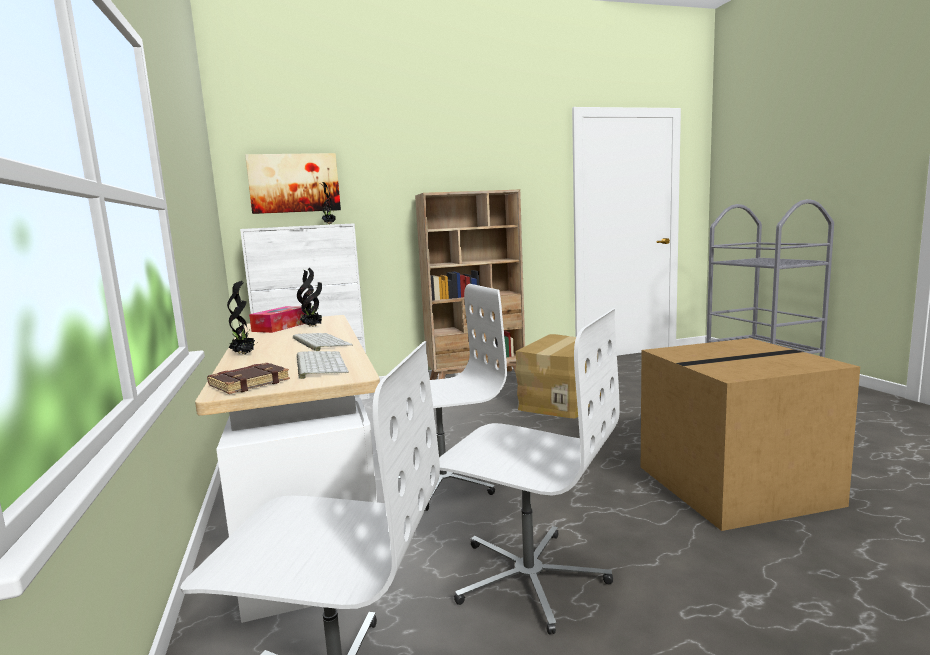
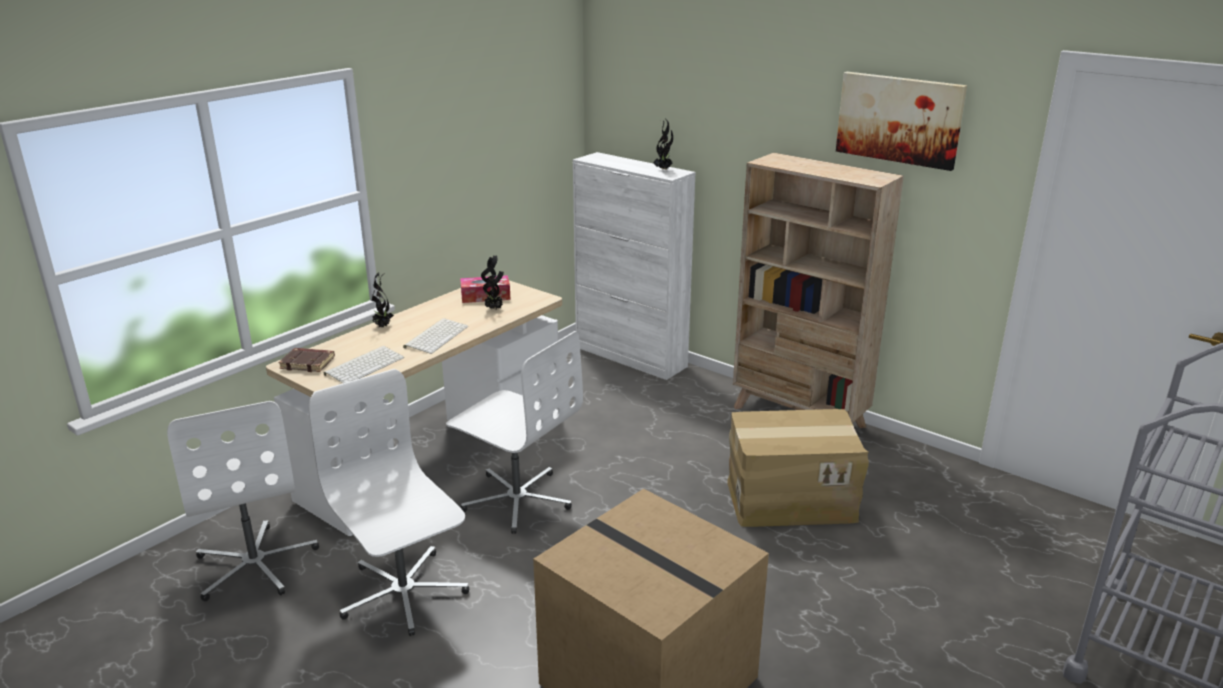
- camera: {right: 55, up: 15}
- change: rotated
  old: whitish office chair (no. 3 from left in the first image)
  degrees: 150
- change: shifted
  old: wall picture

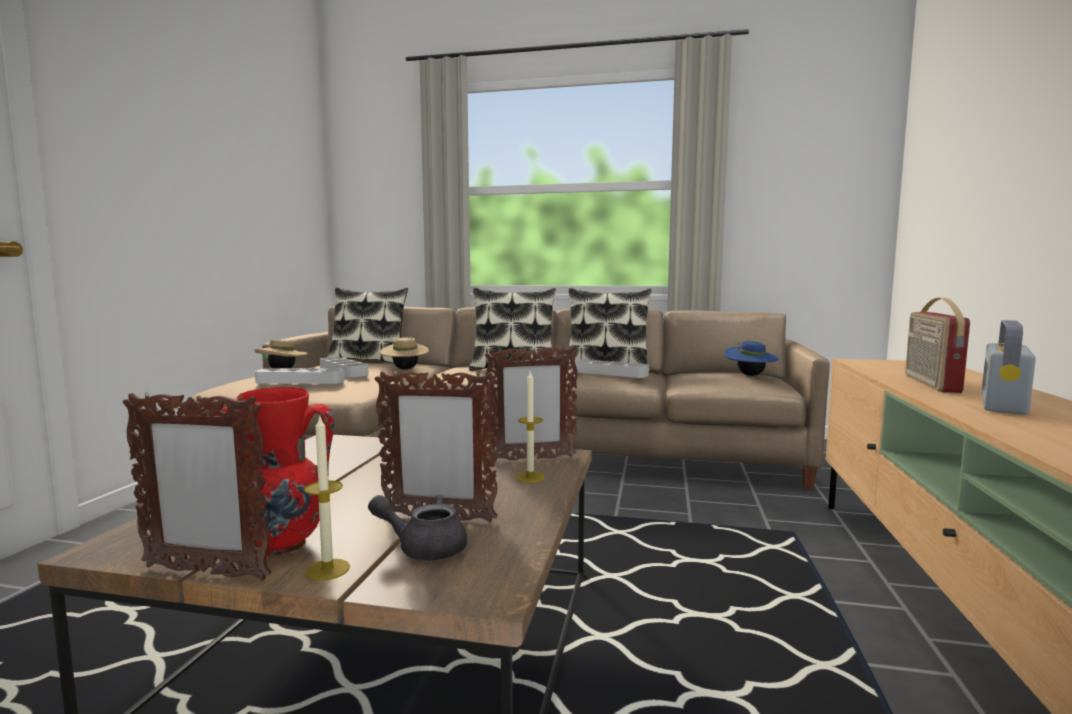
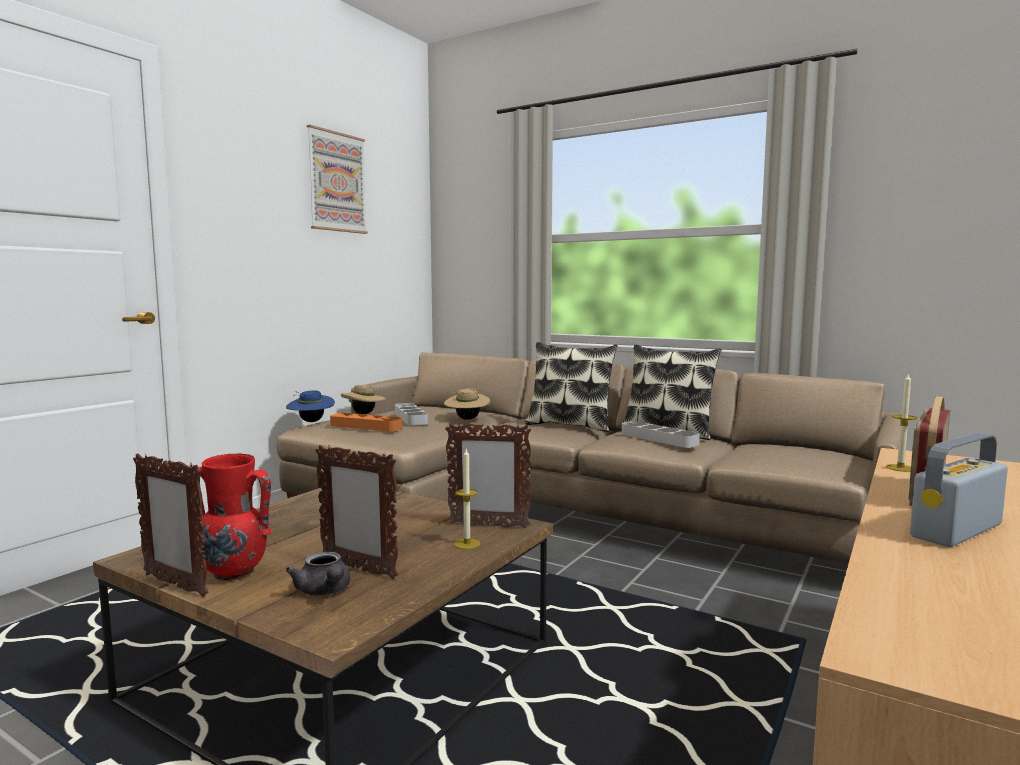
- camera: {right: 20, up: 0}
- change: shifted
  old: blue clothing hat
- change: rotated
  old: greyish pot for tea
  degrees: -150
- change: new
  new: wall picture
- change: repainted
  old: greyish serving tray (no. 1 from left)
  new: orange-coloured serving tray
- change: shifted
  old: candle (no. 1 from left in the first image)
  new: candle (no. 2 from left)
- change: gone
  old: pillow (no. 1 from left)

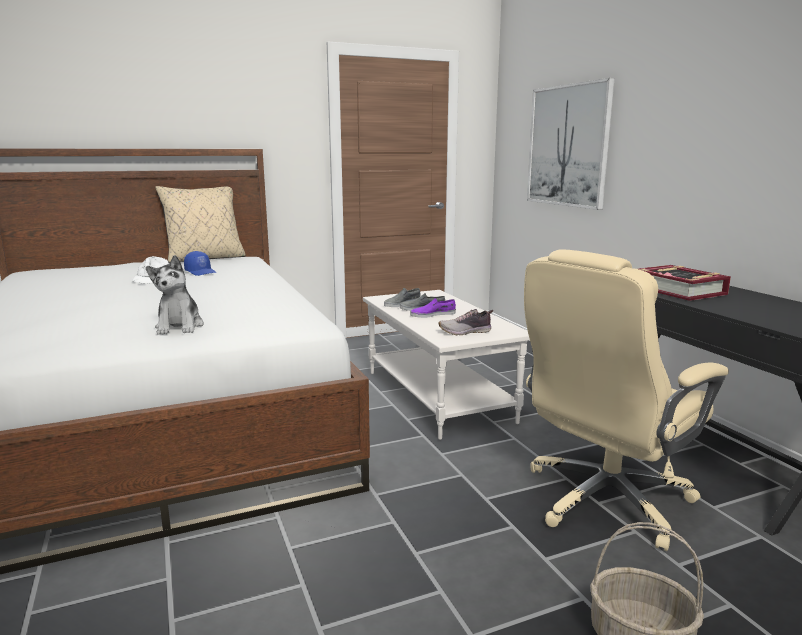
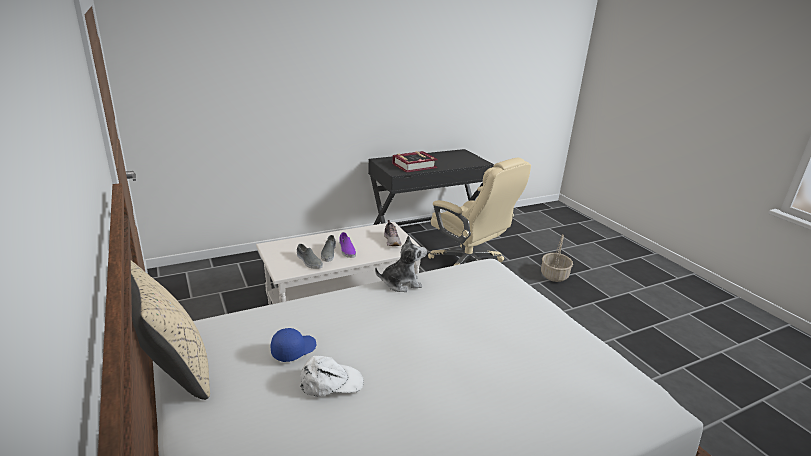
- camera: {right: -95, up: 10}
- change: shifted
  old: plush toy
- change: gone
  old: wall picture

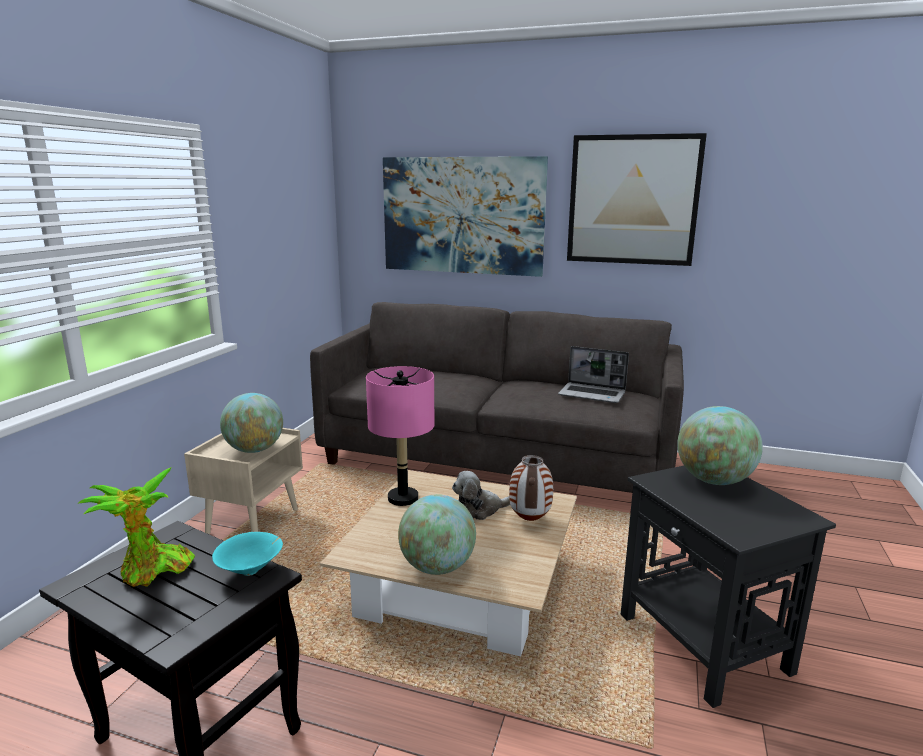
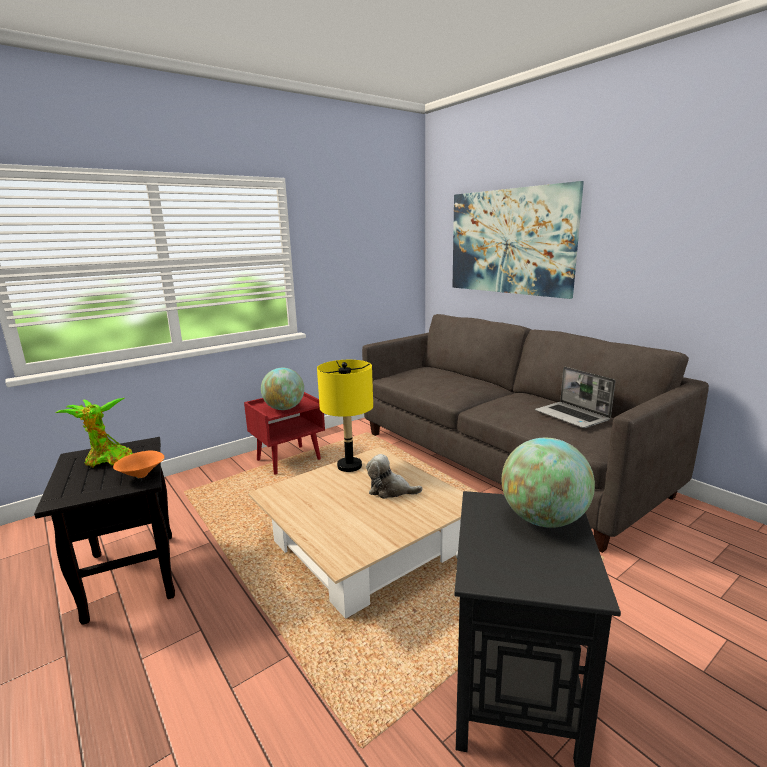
- camera: {right: 35, up: 0}
- change: repainted
  old: blue-green deep dish
  new: orange-coloured deep dish
- change: repainted
  old: sand-coloured nightstand
  new: red-coloured nightstand
- change: repainted
  old: pink-coloured tabletop lamp
  new: yellow tabletop lamp
- change: gone
  old: globe (no. 2 from left)
- change: gone
  old: decorative vase
- change: gone
  old: wall picture (no. 2 from left)

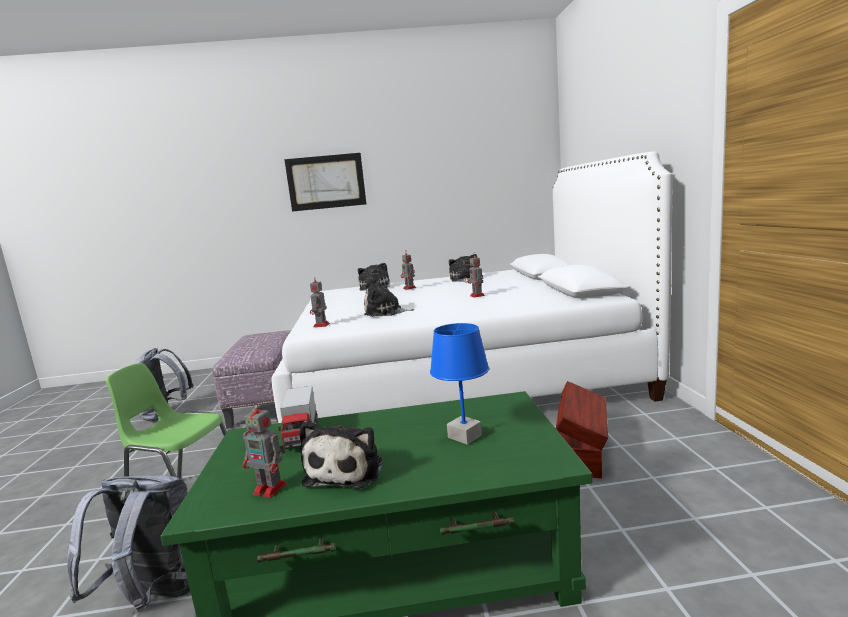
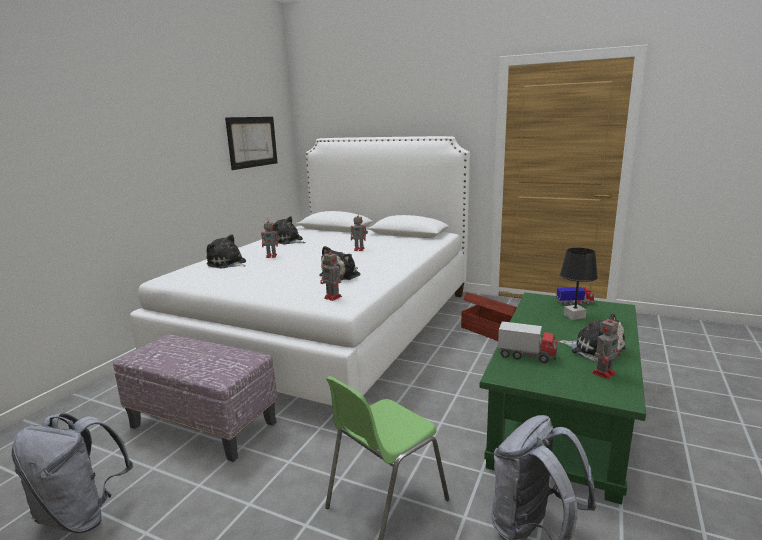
- camera: {right: -60, up: 5}
- change: shifted
  old: wall picture
- change: new
  new: model truck (no. 2 from left)
- change: repainted
  old: blue tabletop lamp
  new: black tabletop lamp

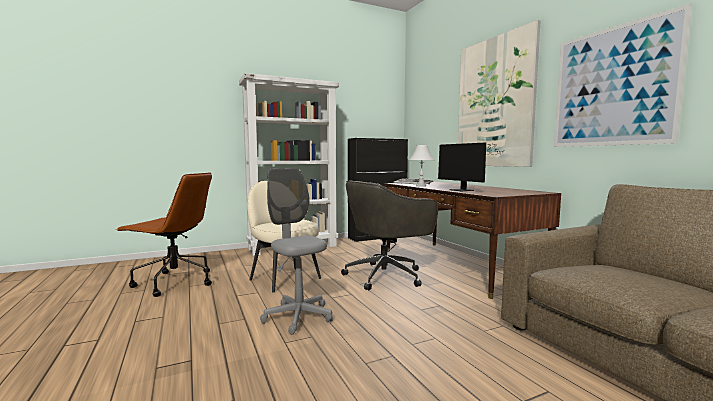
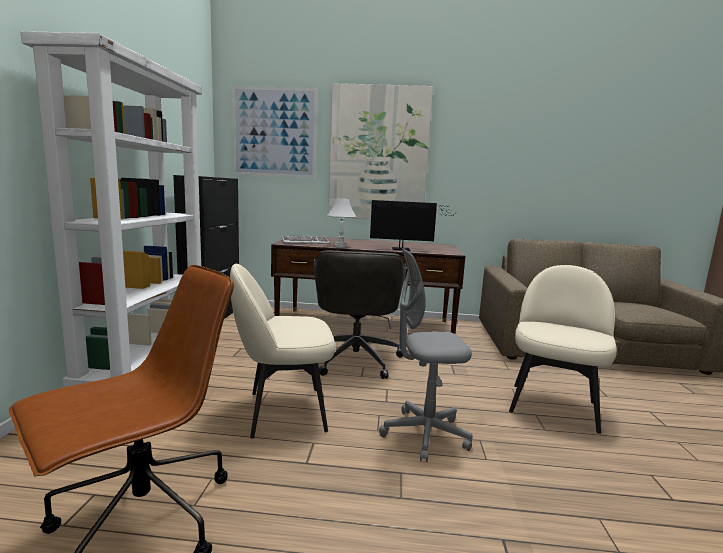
- camera: {right: -60, up: 5}
- change: shifted
  old: wall picture (no. 2 from left in the first image)
  new: wall picture (no. 1 from left)
- change: new
  new: sand-coloured upright chair (no. 2 from left)

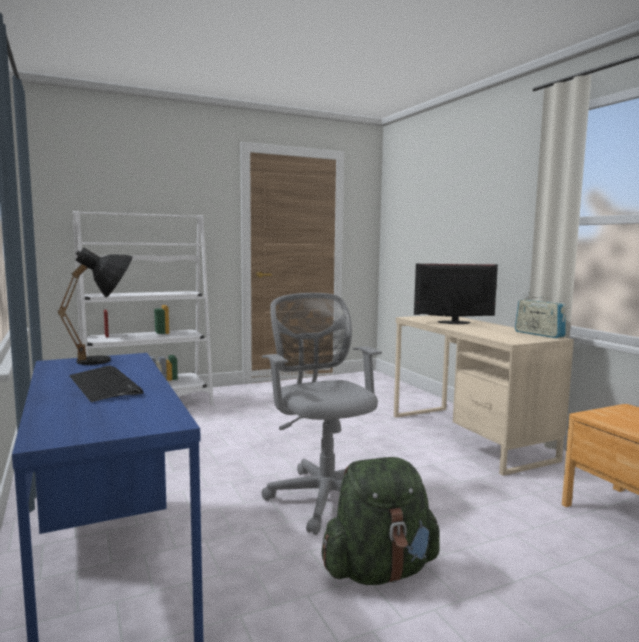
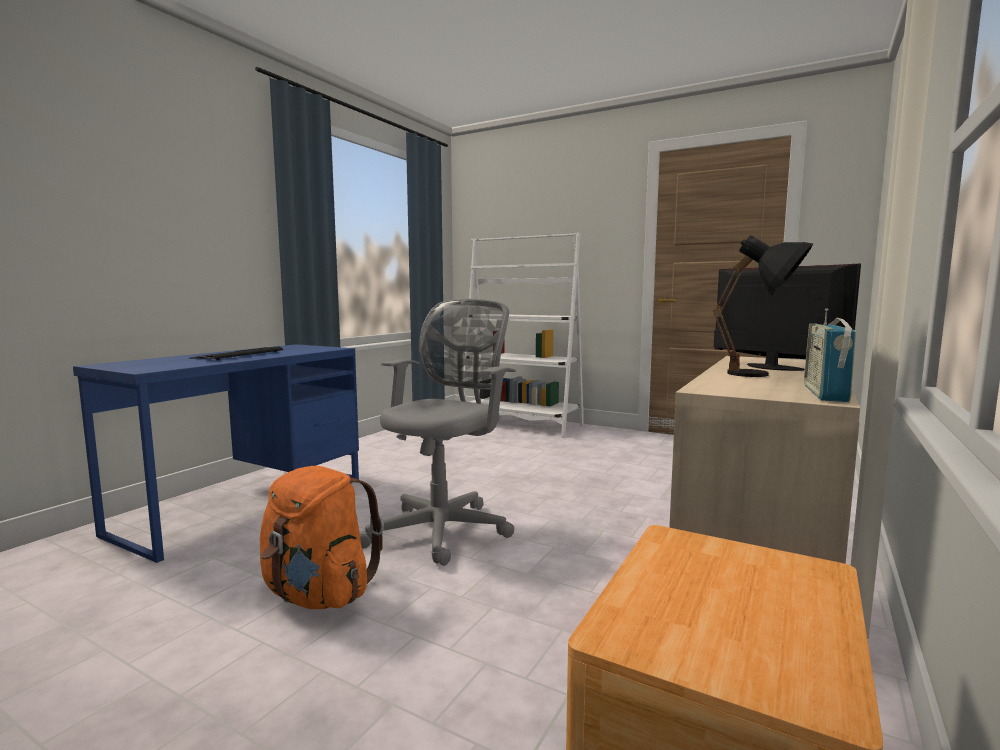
- camera: {right: 55, up: 0}
- change: repainted
  old: green rucksack
  new: orange-coloured rucksack
- change: shifted
  old: black tabletop lamp

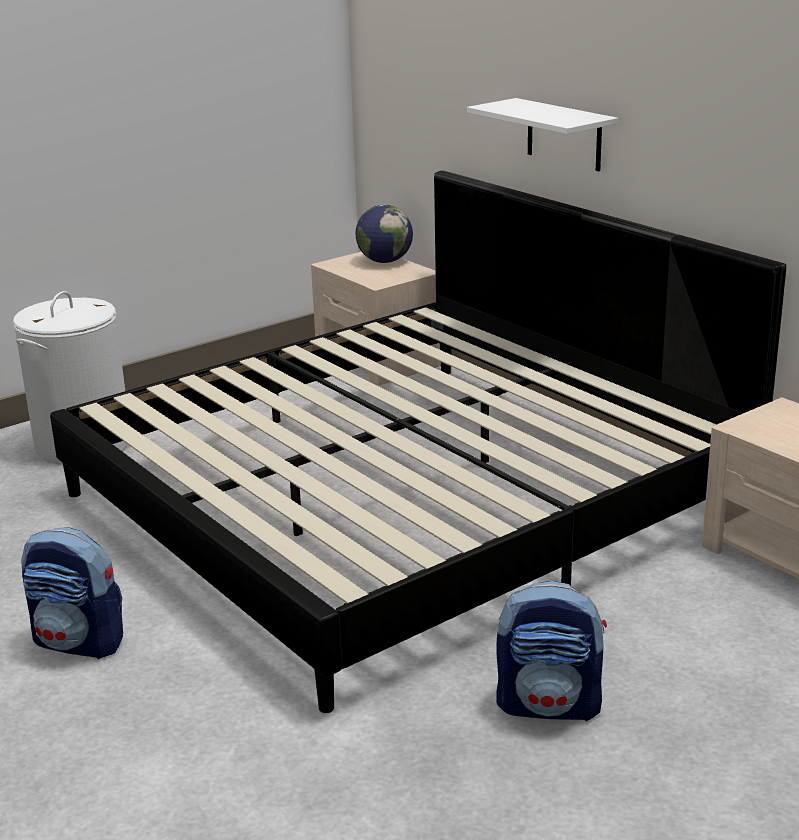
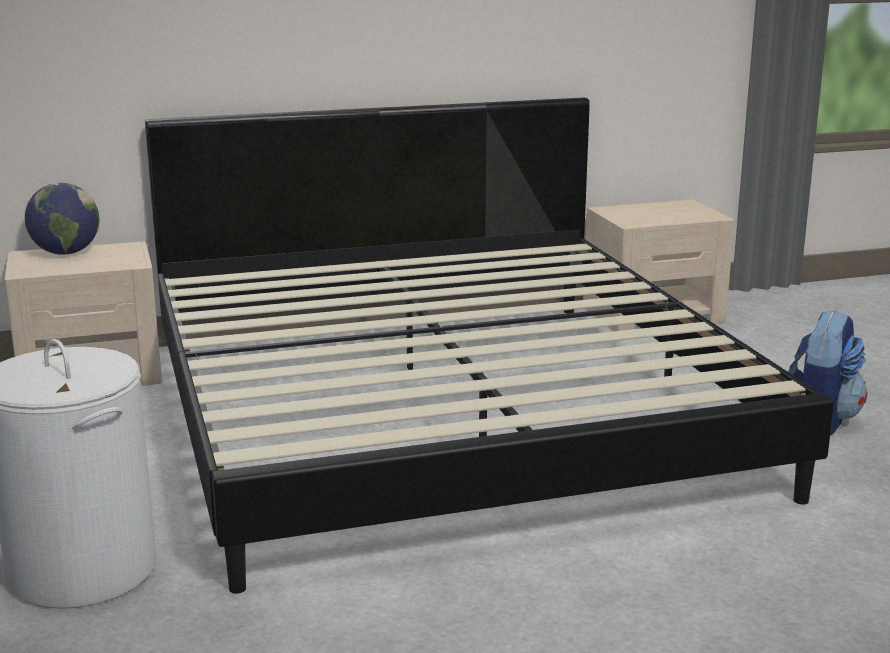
- camera: {right: -70, up: -5}
- change: gone
  old: rucksack (no. 1 from left)
- change: gone
  old: whitish wall shelf

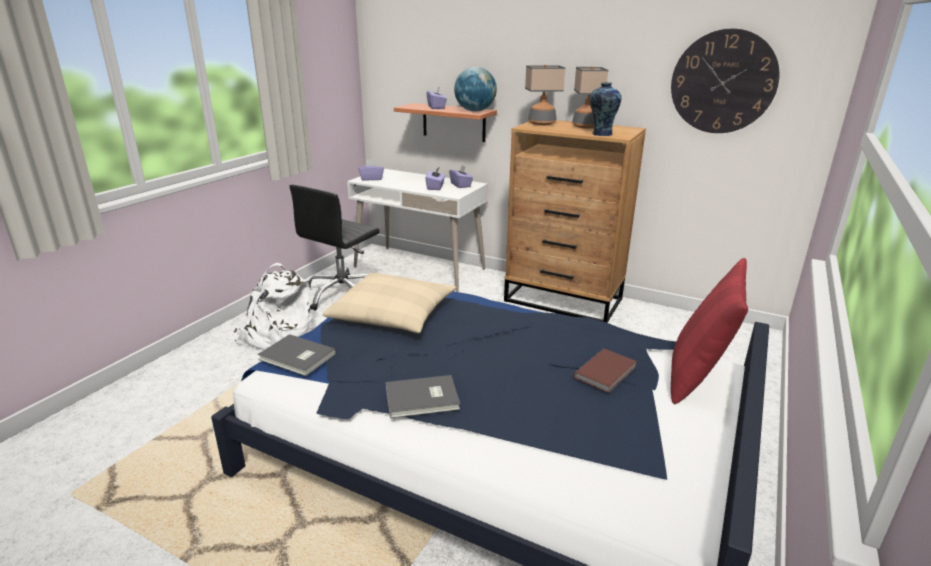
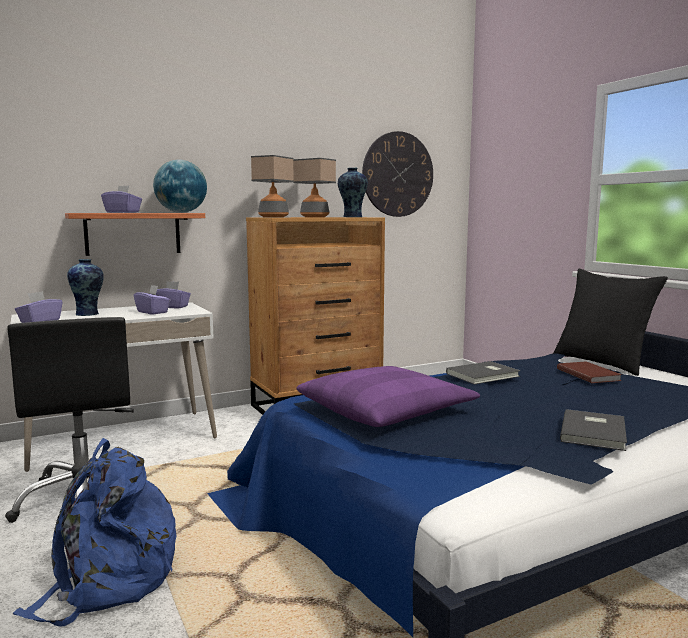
- camera: {right: -55, up: -15}
- change: repainted
  old: whitish rucksack
  new: blue rucksack
- change: new
  new: decorative vase (no. 1 from left)
- change: repainted
  old: sand-coloured pillow
  new: purplish pillow
- change: shifted
  old: greyish book (no. 1 from left)
- change: repainted
  old: red-coloured pillow
  new: black pillow

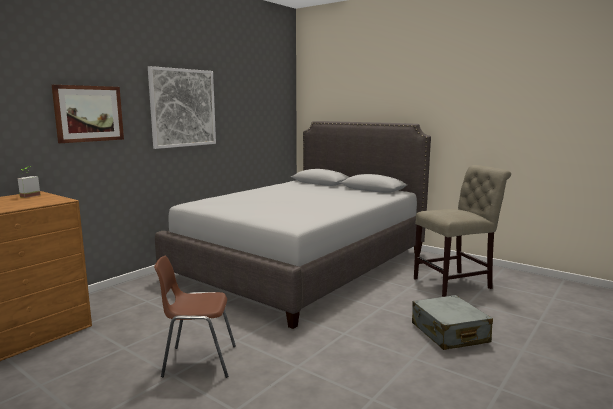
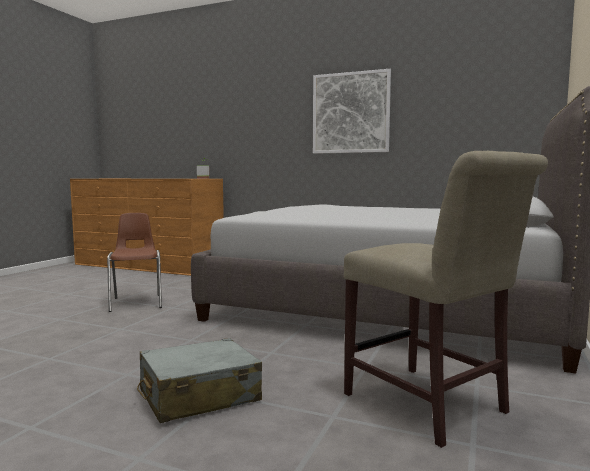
- camera: {right: 75, up: -5}
- change: gone
  old: wall picture (no. 1 from left)

